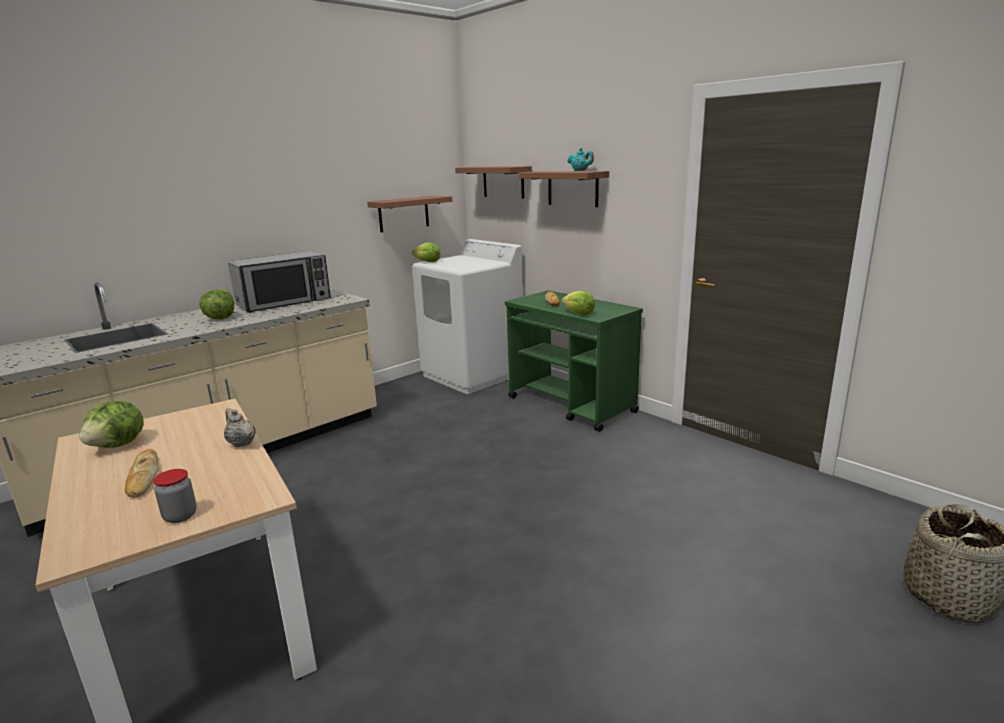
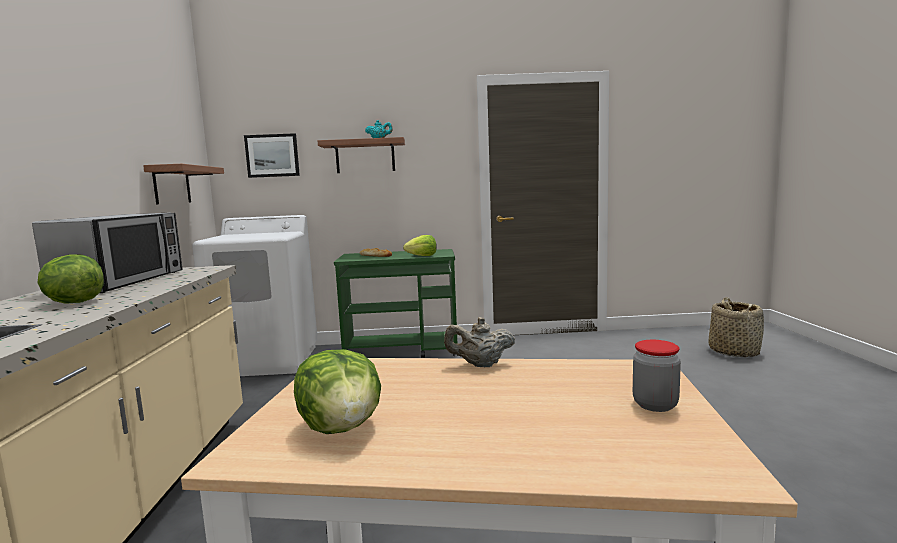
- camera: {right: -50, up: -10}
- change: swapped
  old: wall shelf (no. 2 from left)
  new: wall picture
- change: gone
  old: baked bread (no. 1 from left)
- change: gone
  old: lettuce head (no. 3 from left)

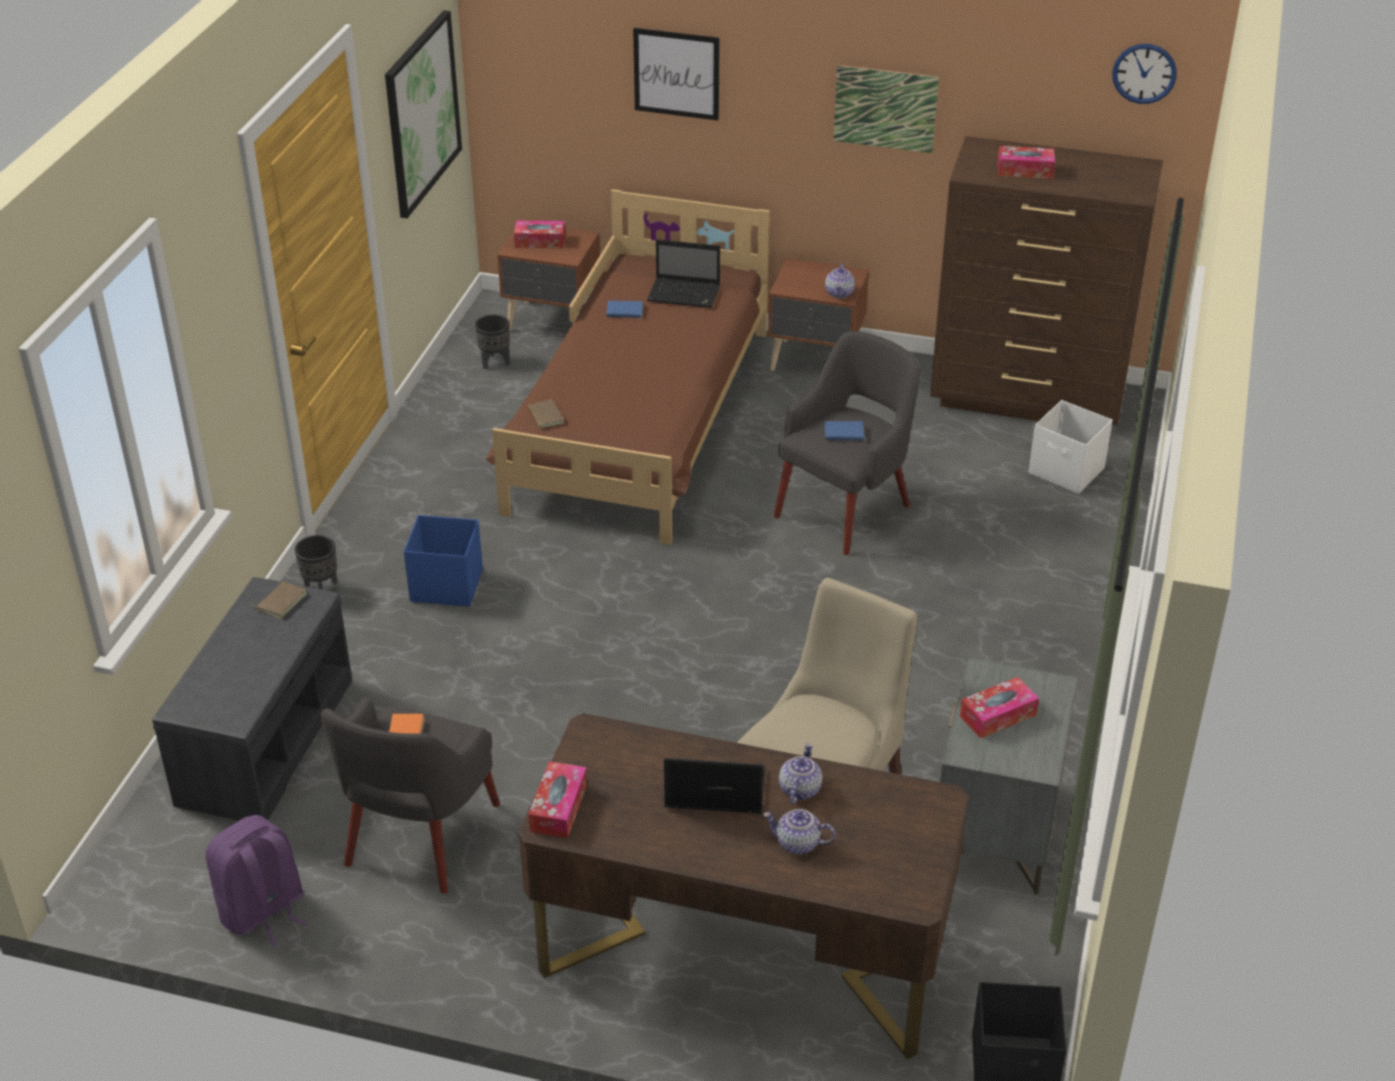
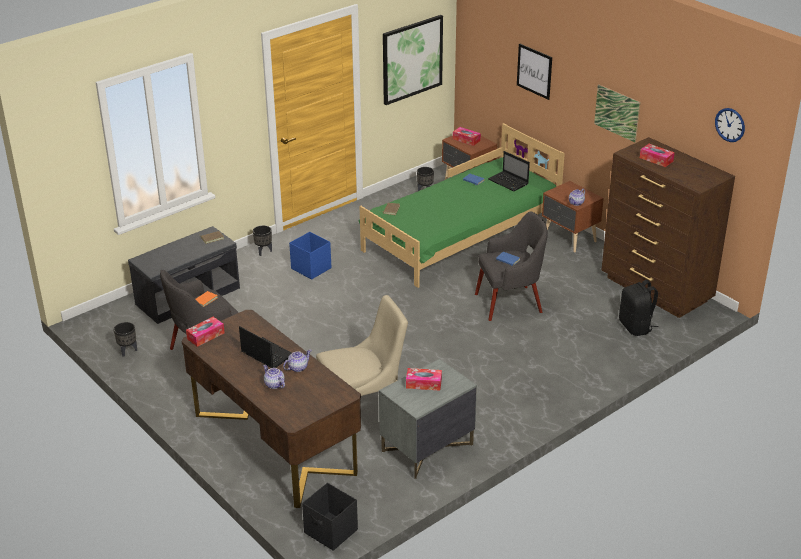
- camera: {right: 35, up: -5}
- change: swapped
  old: purplish rucksack
  new: black flower pot (no. 1 from left)
- change: repainted
  old: brown bedroom bed
  new: green bedroom bed
- change: swapped
  old: whitish storage container
  new: black rucksack

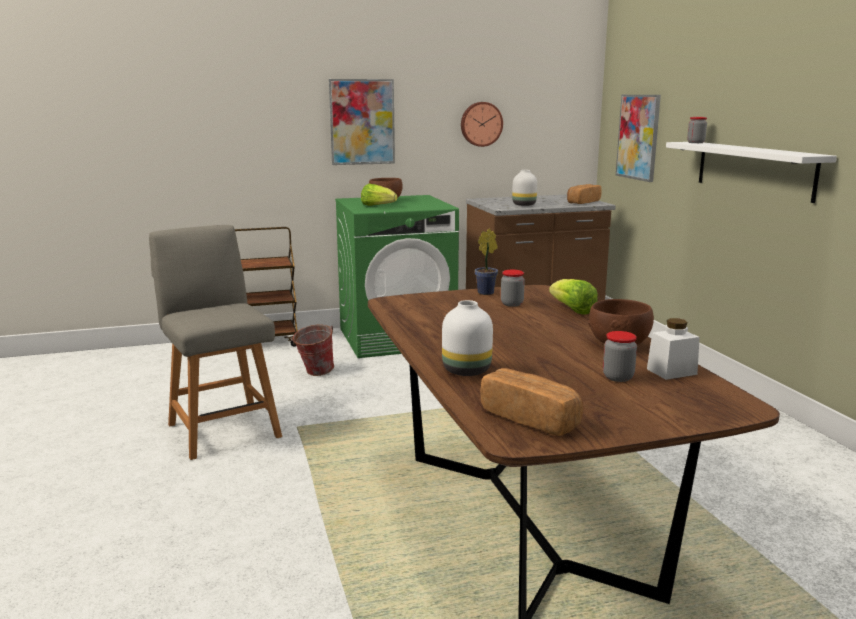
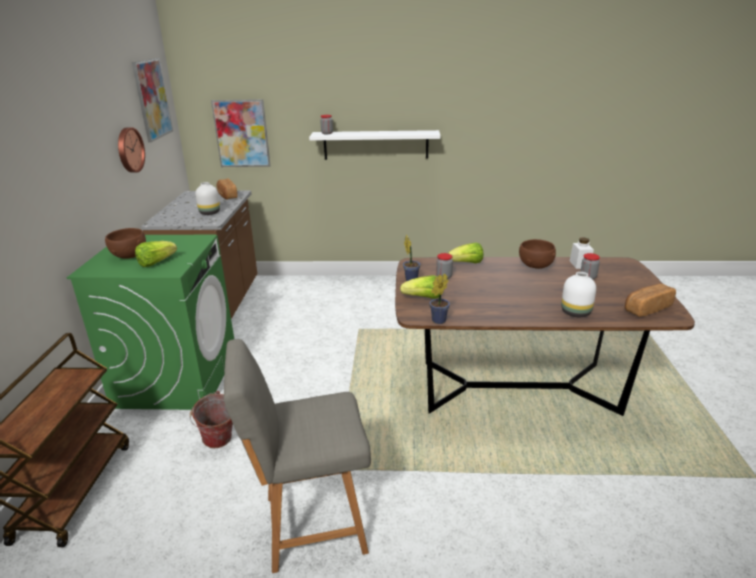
- camera: {right: -70, up: 10}
- change: shifted
  old: wall picture (no. 1 from left)
- change: new
  new: lettuce head (no. 2 from left)
- change: new
  new: houseplant (no. 2 from left)

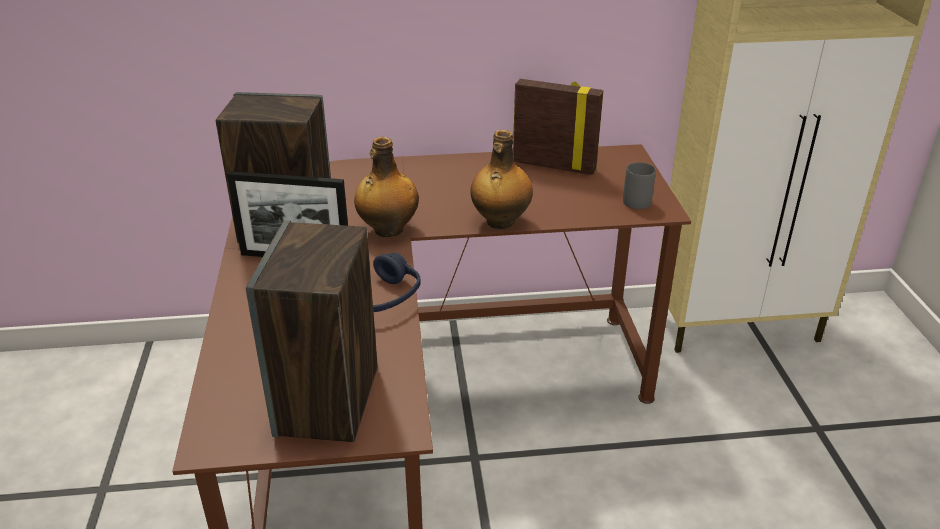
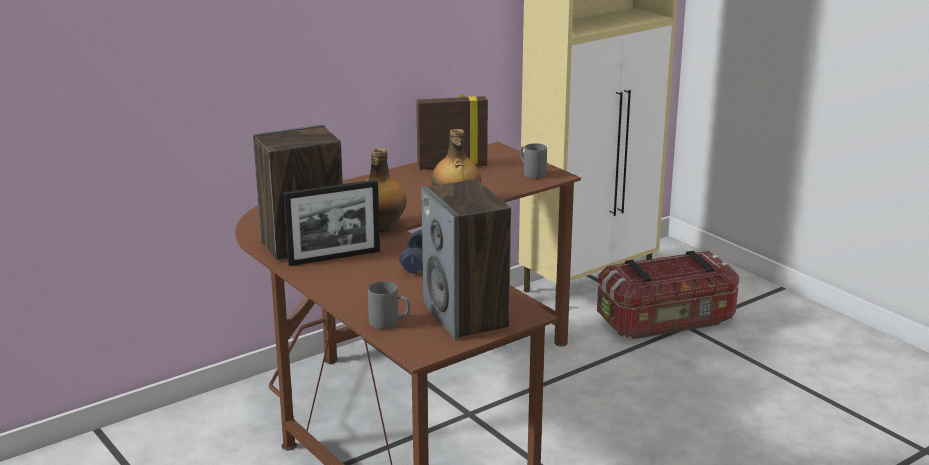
- camera: {right: -30, up: -10}
- change: new
  new: greyish mug (no. 1 from left)
- change: new
  new: storage container

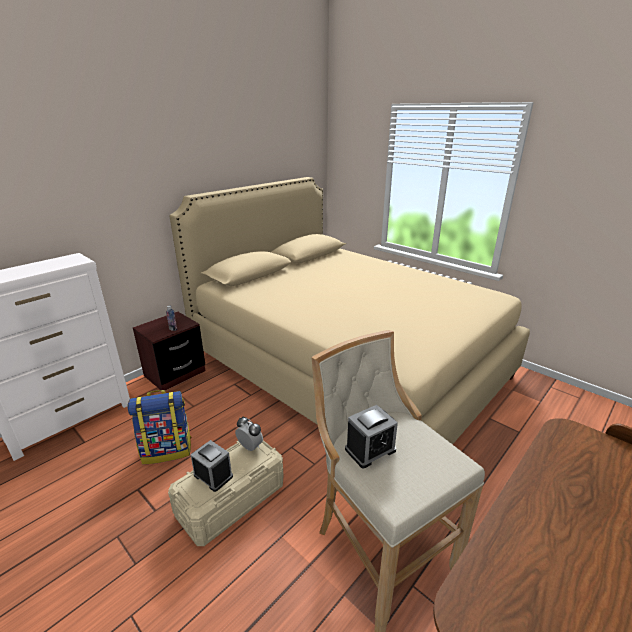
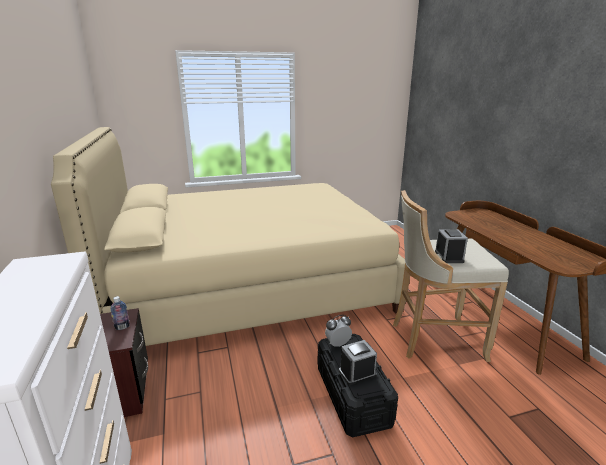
- camera: {right: -60, up: -5}
- change: repainted
  old: sand-coloured storage container
  new: black storage container
- change: gone
  old: rucksack

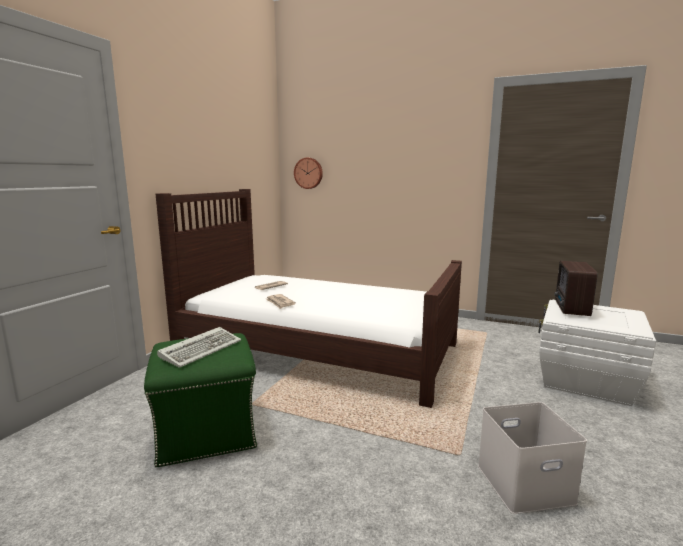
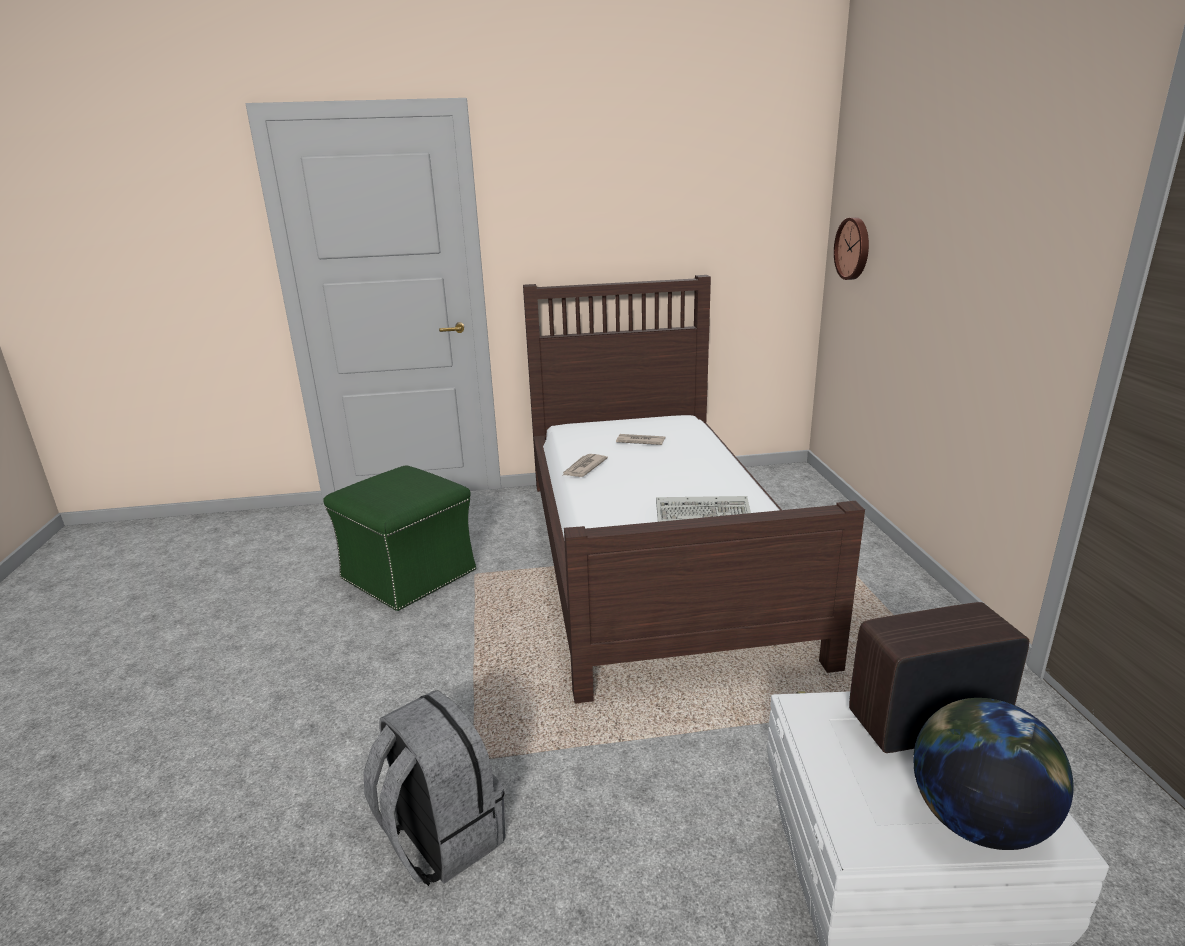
- camera: {right: 60, up: 10}
- change: swapped
  old: whitish storage container (no. 1 from left)
  new: greyish rucksack
- change: shifted
  old: keyboard
- change: new
  new: globe

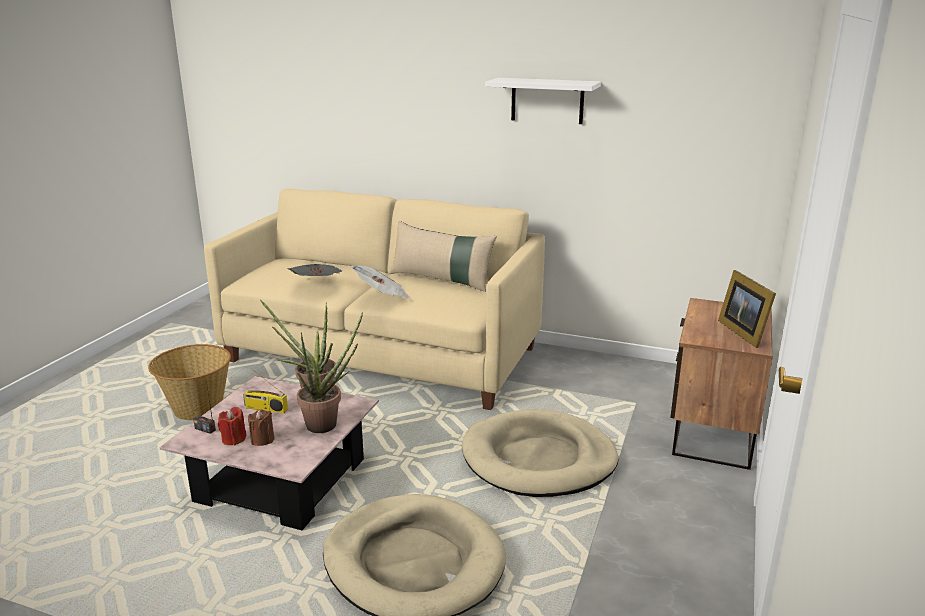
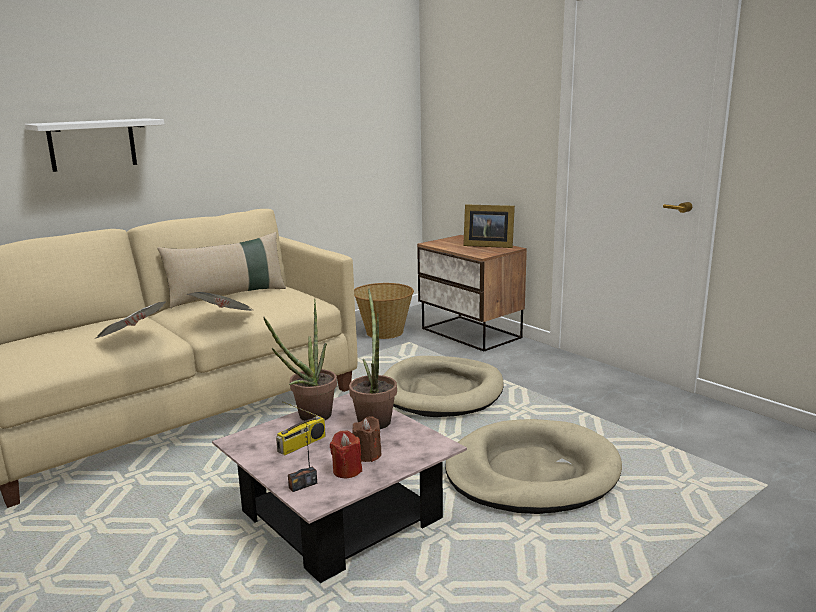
- camera: {right: -60, up: -5}
- change: shifted
  old: whitish wall shelf
- change: shifted
  old: household basket

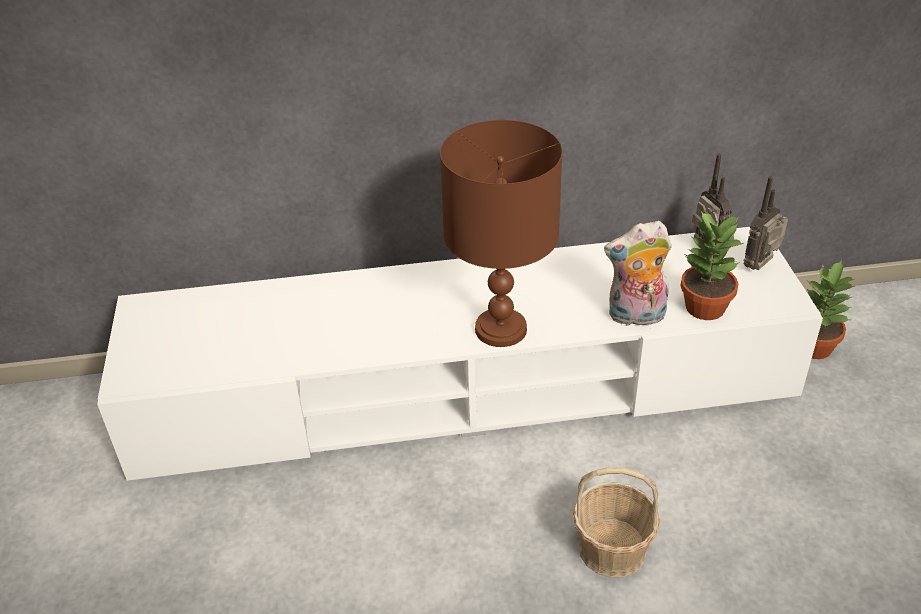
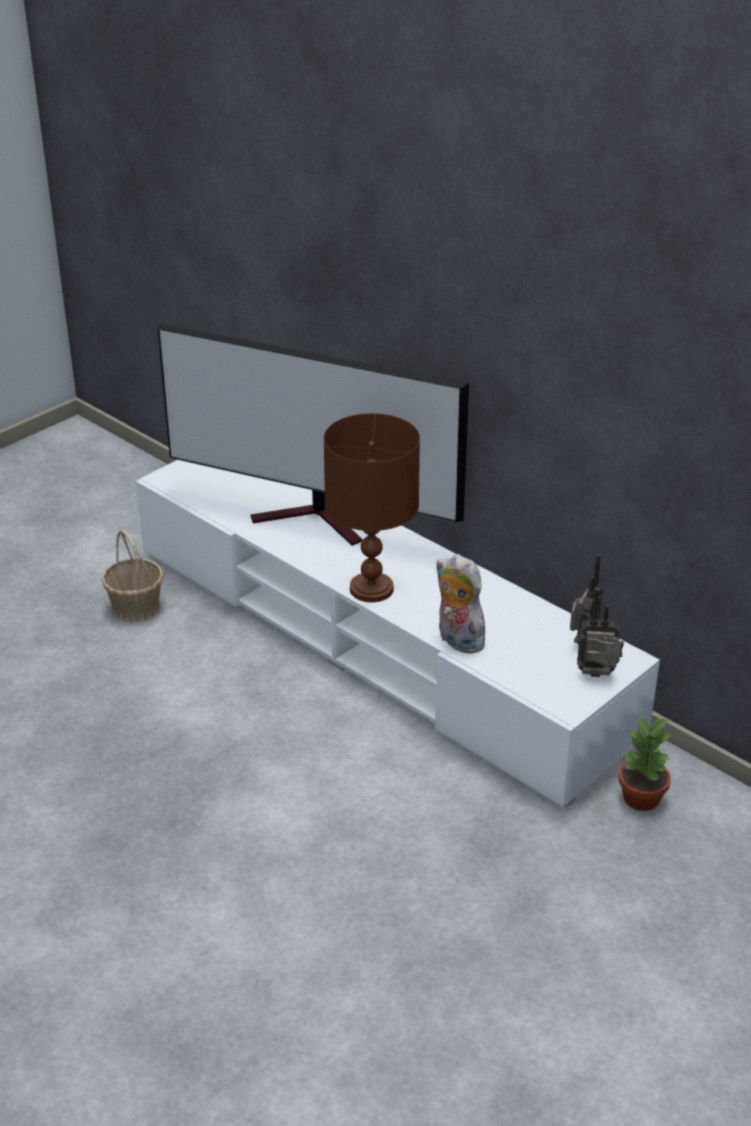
- camera: {right: 50, up: -5}
- change: shifted
  old: household basket
- change: new
  new: TV set
- change: gone
  old: houseplant (no. 1 from left)

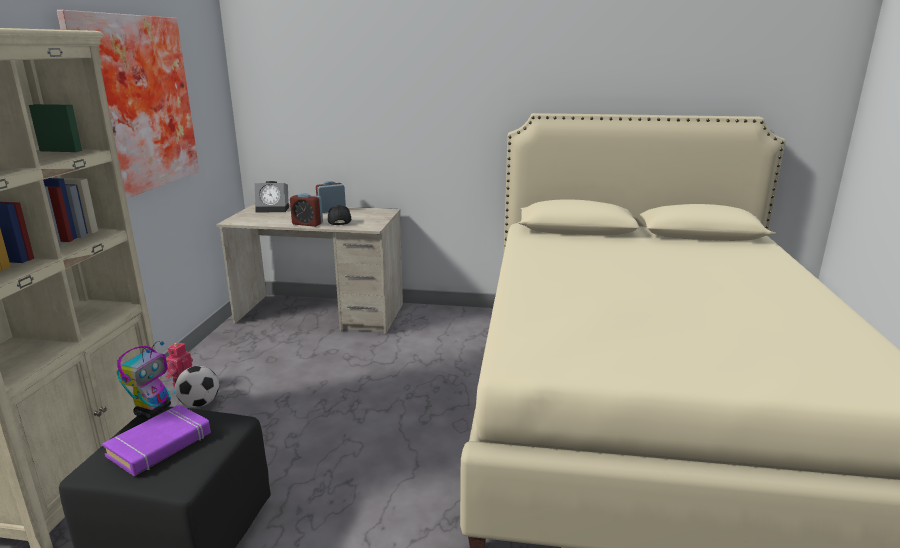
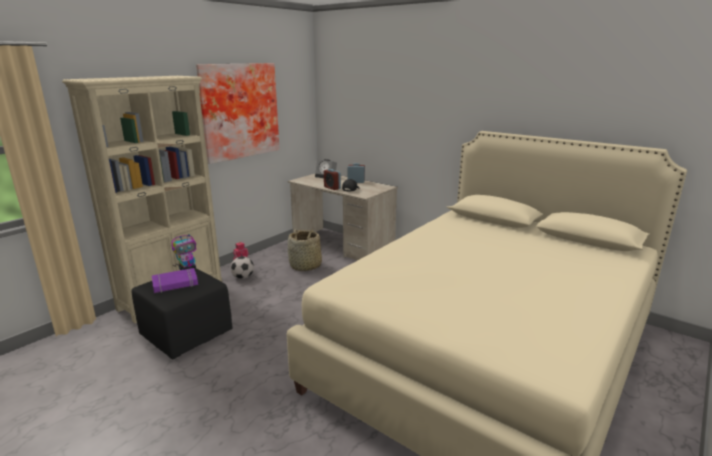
- camera: {right: 30, up: 0}
- change: new
  new: household basket

